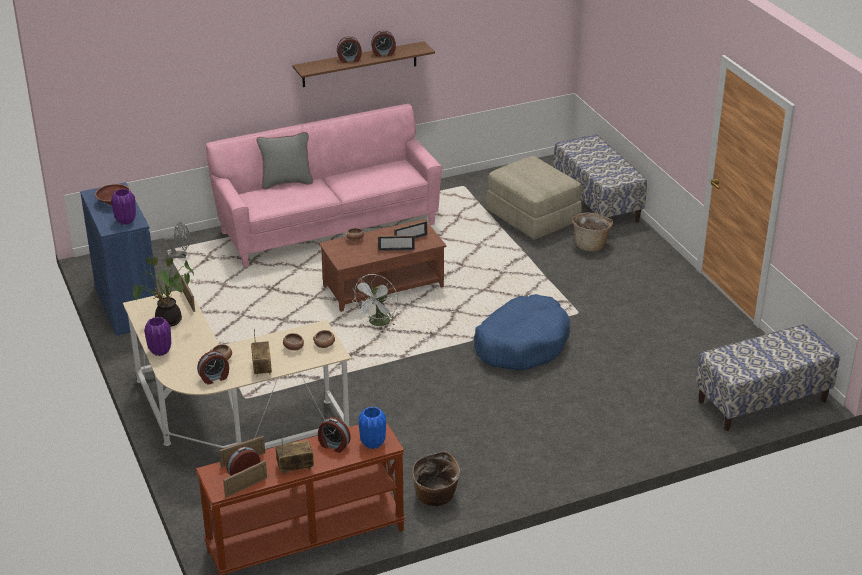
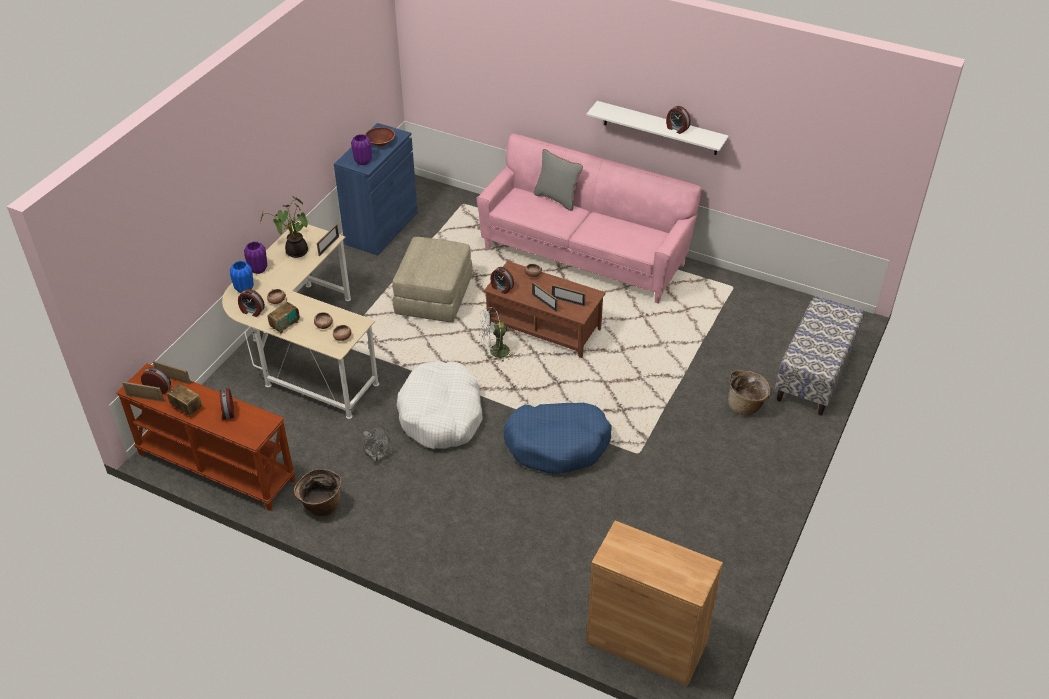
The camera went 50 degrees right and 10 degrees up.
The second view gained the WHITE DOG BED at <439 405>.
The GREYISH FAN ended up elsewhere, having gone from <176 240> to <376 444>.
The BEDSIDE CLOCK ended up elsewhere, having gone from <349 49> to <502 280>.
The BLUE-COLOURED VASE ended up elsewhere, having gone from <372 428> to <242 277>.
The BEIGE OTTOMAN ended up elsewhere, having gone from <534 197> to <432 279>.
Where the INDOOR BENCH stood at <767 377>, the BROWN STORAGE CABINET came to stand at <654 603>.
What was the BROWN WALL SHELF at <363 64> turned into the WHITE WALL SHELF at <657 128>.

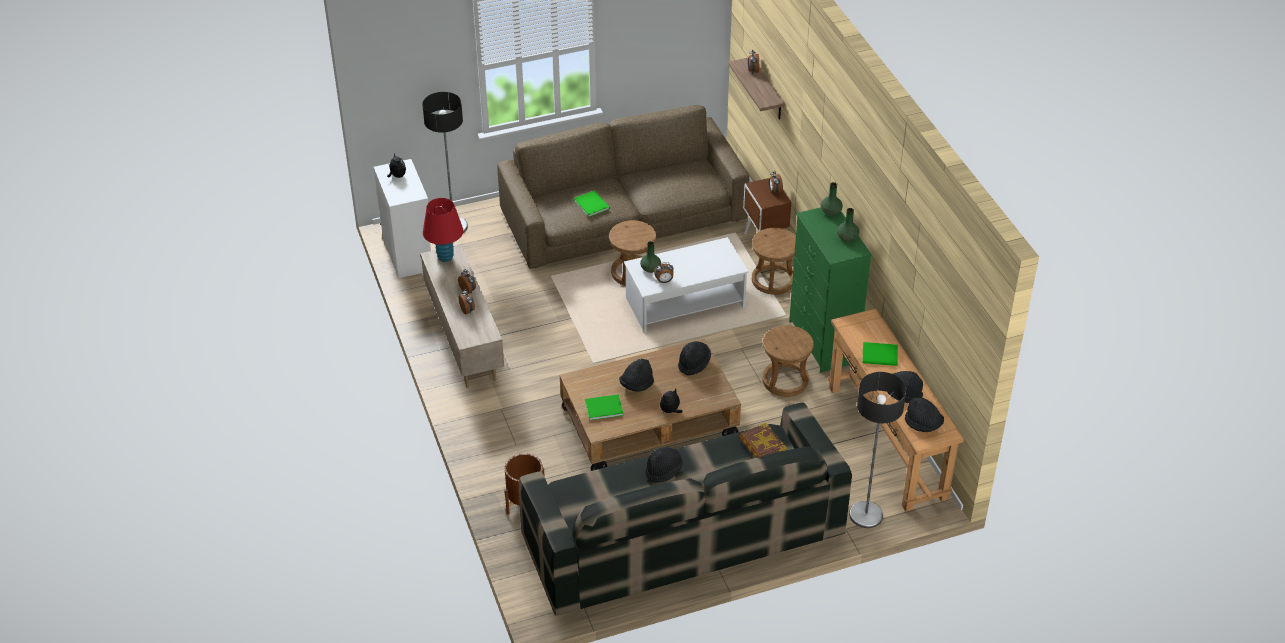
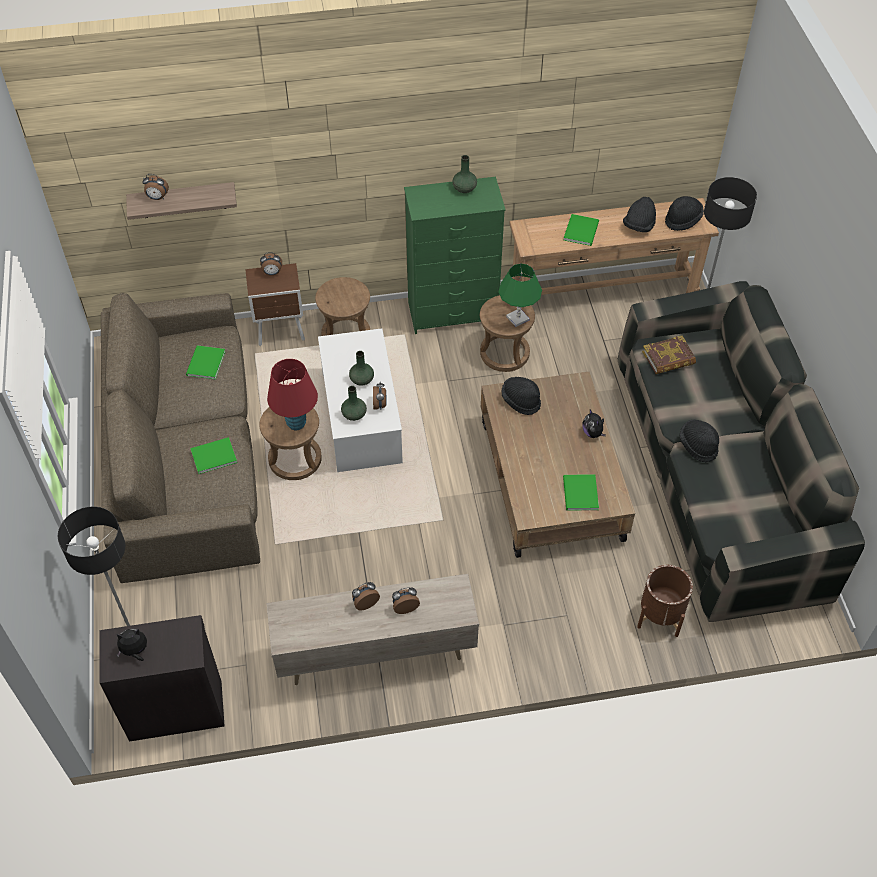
The camera went 80 degrees left and 10 degrees up.
The second view lost the BLACKISH CLOTHING HAT at <636 375>.
The second view gained the GREEN VOLUME at <206 362>.
The second view gained the GREEN LAMP FOR A TABLE at <520 295>.
The RED LAMP FOR A TABLE ended up elsewhere, having gone from <443 230> to <292 394>.
The GREEN VASE ended up elsewhere, having gone from <832 199> to <361 368>.
What was the WHITE STORAGE CABINET at <402 218> turned into the BLACKISH STORAGE CABINET at <162 678>.

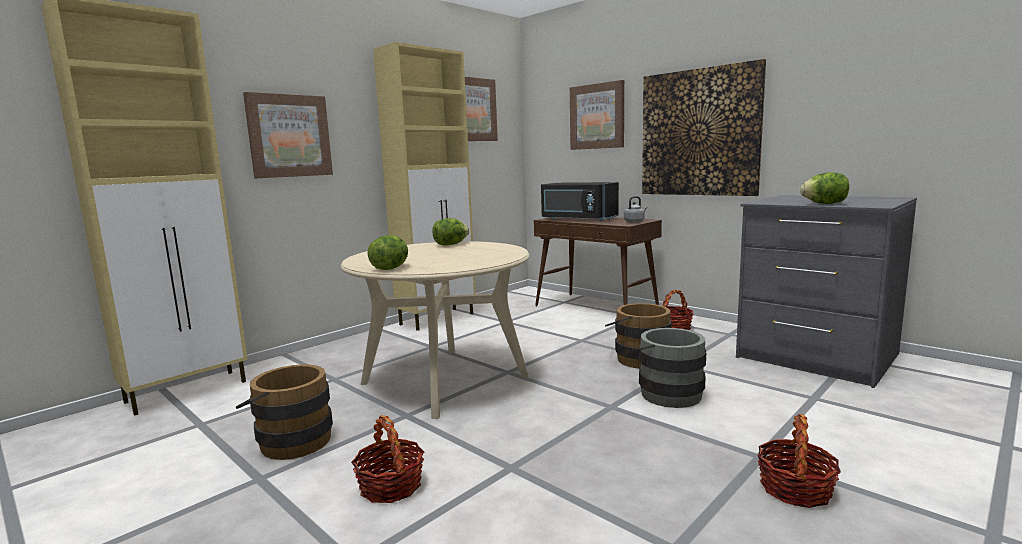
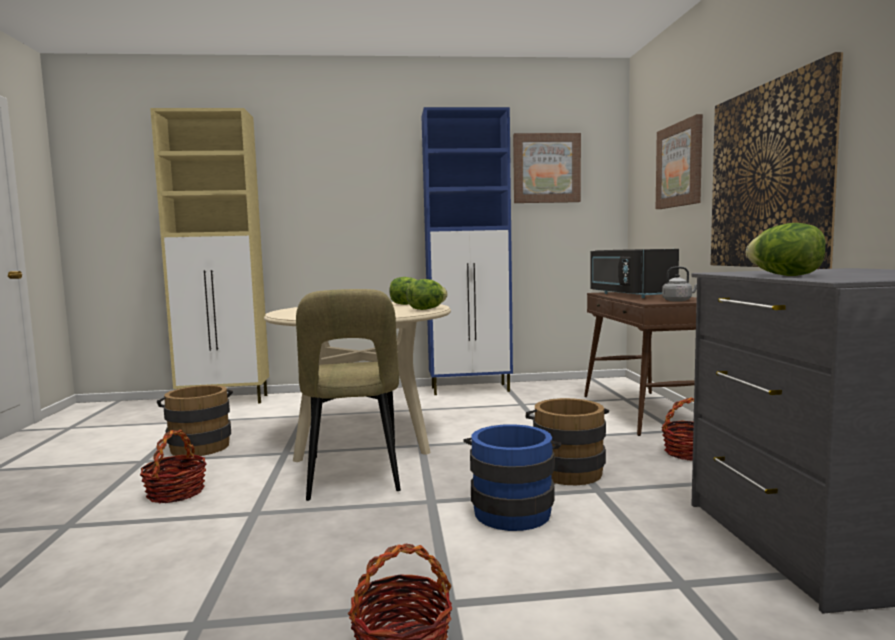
The camera went 40 degrees right and 5 degrees down.
The second view lost the PICTURE at <288 135>.
The second view gained the BEIGE CHAIR at <348 395>.
The HEAD OF LETTUCE ended up elsewhere, having gone from <388 252> to <427 294>.
What was the BEIGE STORAGE CABINET at <424 186> turned into the BLUE-COLOURED STORAGE CABINET at <467 251>.
What was the GREYISH WATER BUCKET at <667 368> turned into the BLUE-COLOURED WATER BUCKET at <512 477>.

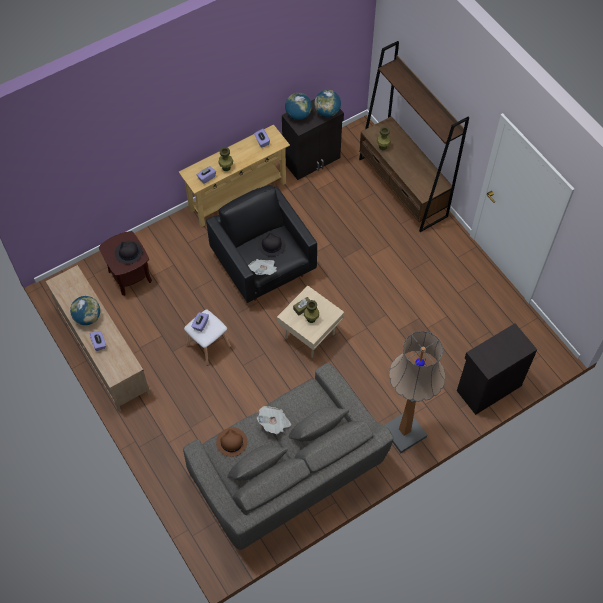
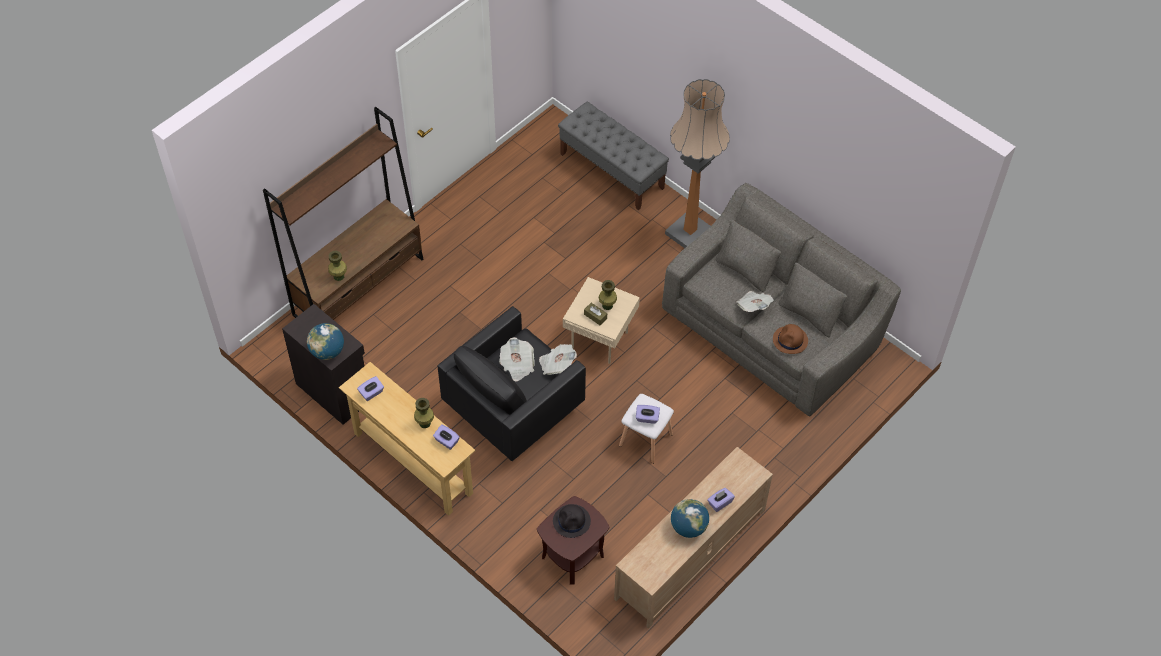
The camera went 105 degrees left and 5 degrees down.
The second view lost the GLOBE at <327 103>.
Where the BLACKISH CLOTHING HAT stood at <272 245>, the NEWSPAPER came to stand at <517 359>.
Where the BLACKISH STORAGE CABINET stood at <497 369>, the GREYISH INDOOR BENCH came to stand at <613 155>.

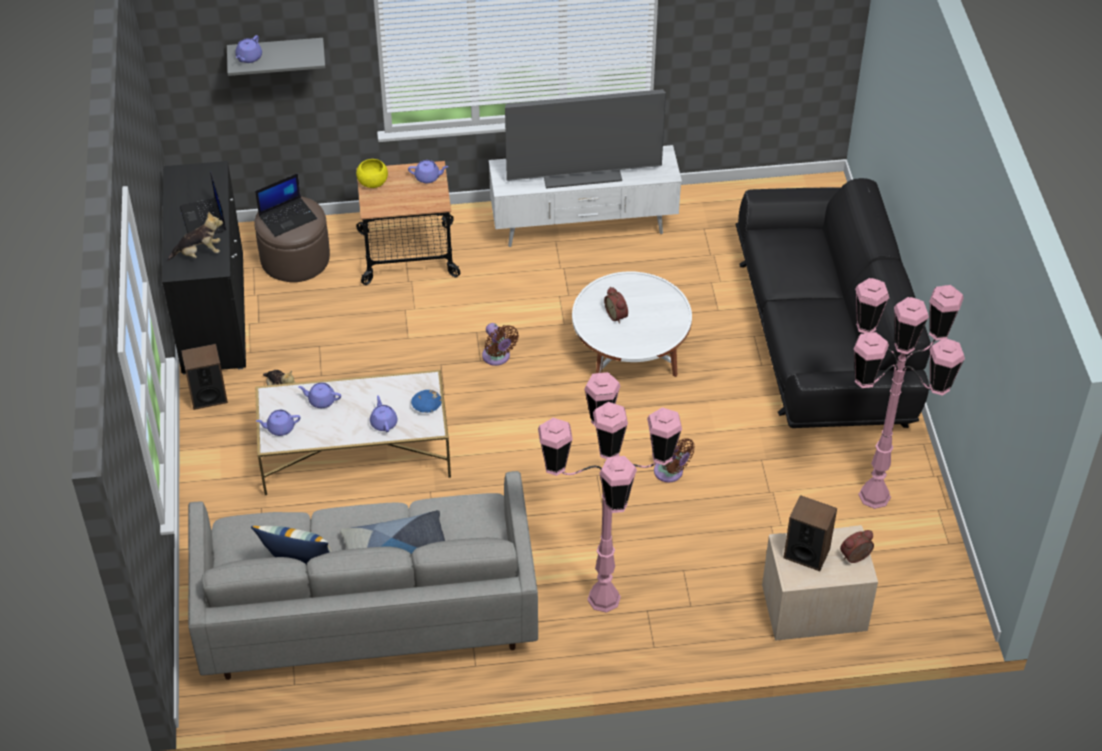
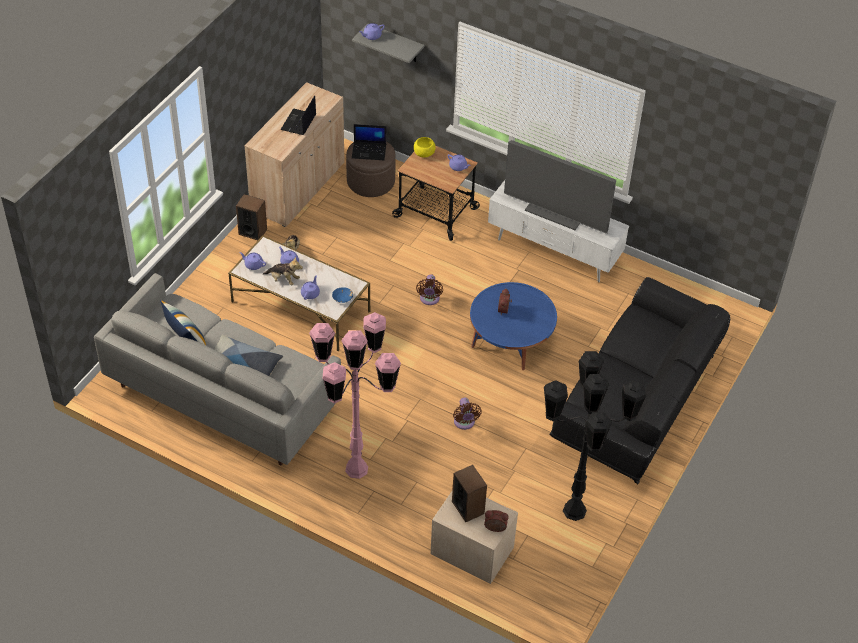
The camera went 35 degrees right and 0 degrees up.
The PLUSH TOY ended up elsewhere, having gone from <195 236> to <283 271>.
What was the BLACKISH STORAGE CABINET at <204 268> turned into the BEIGE STORAGE CABINET at <294 154>.
What was the WHITE LOUNGE TABLE at <632 324> turned into the BLUE-COLOURED LOUNGE TABLE at <513 326>.
What was the PINK-COLOURED STANDING LAMP at <909 393> turned into the BLACKISH STANDING LAMP at <595 436>.

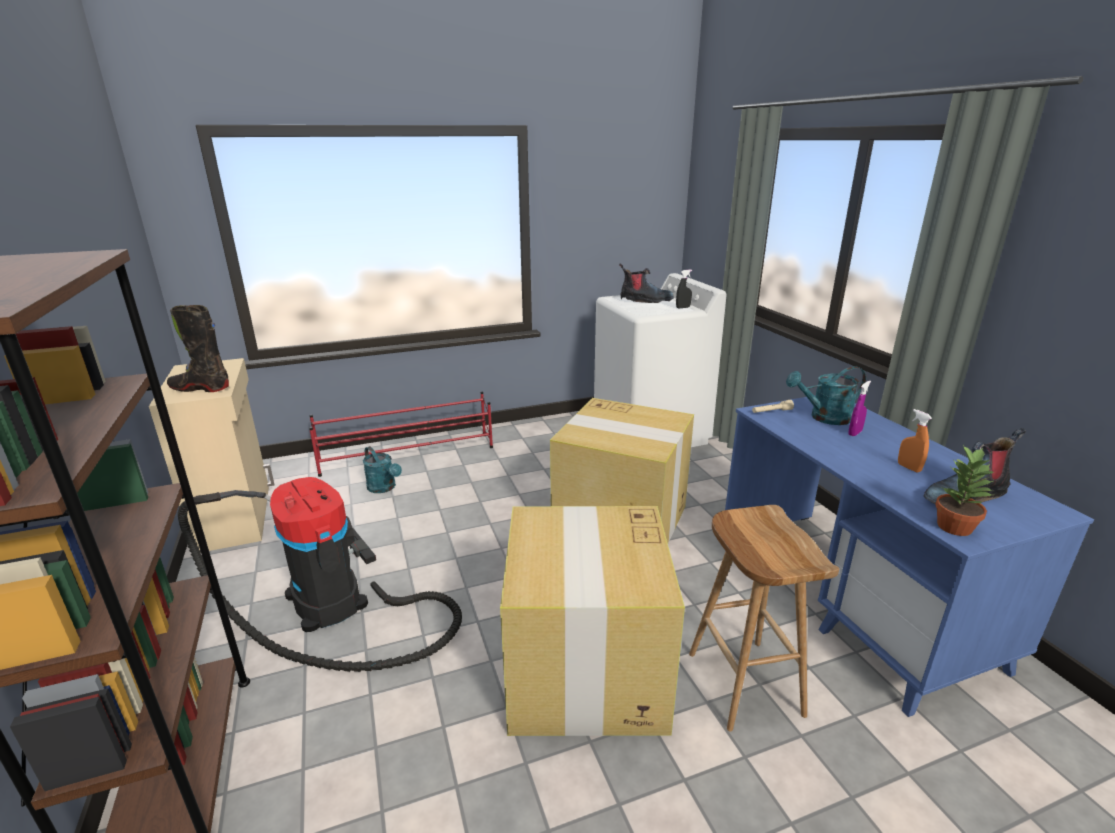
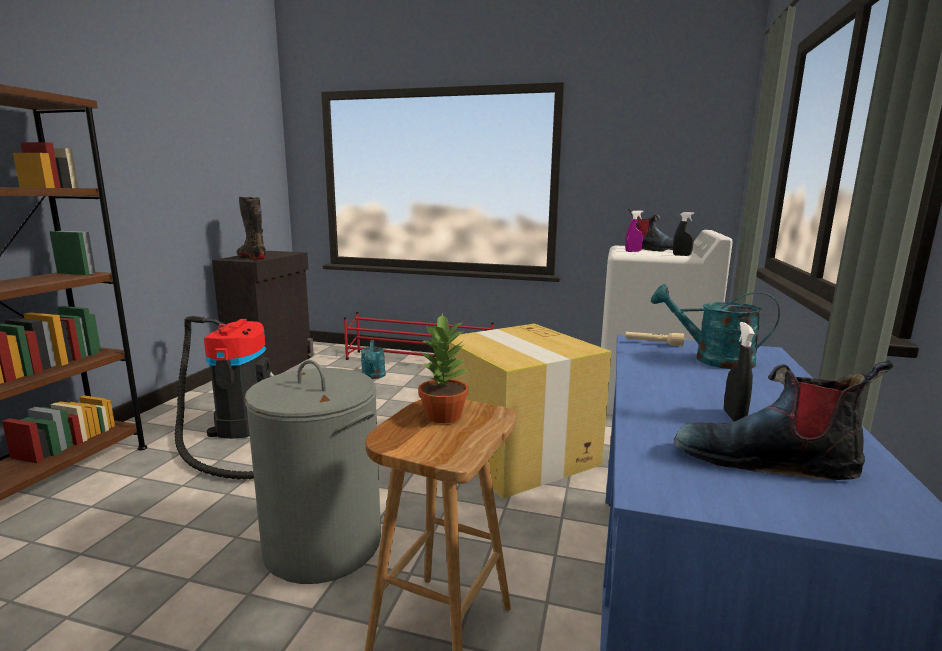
The camera went 35 degrees right and 10 degrees down.
The PURPLE SPRAY BOTTLE ended up elsewhere, having gone from <859 408> to <634 231>.
The HOUSEPLANT ended up elsewhere, having gone from <965 490> to <444 368>.
Where the PACKING BOX stood at <592 621>, the GREYISH WASHING BASKET came to stand at <312 472>.
What was the BEIGE STORAGE CABINET at <211 454> turned into the BLACKISH STORAGE CABINET at <263 314>.
What was the ORANGEY SPRAY BOTTLE at <915 441> turned into the BLACKISH SPRAY BOTTLE at <739 371>.

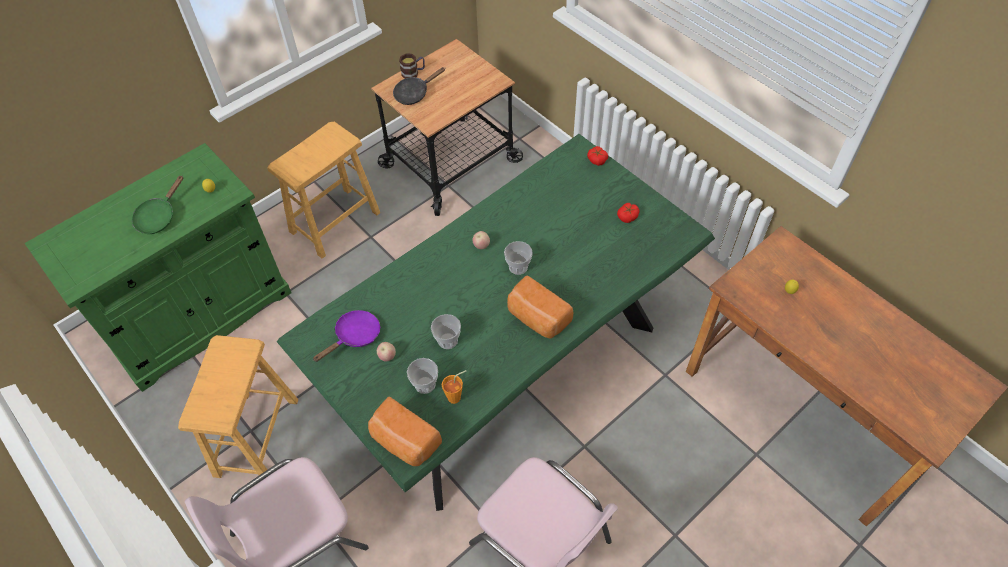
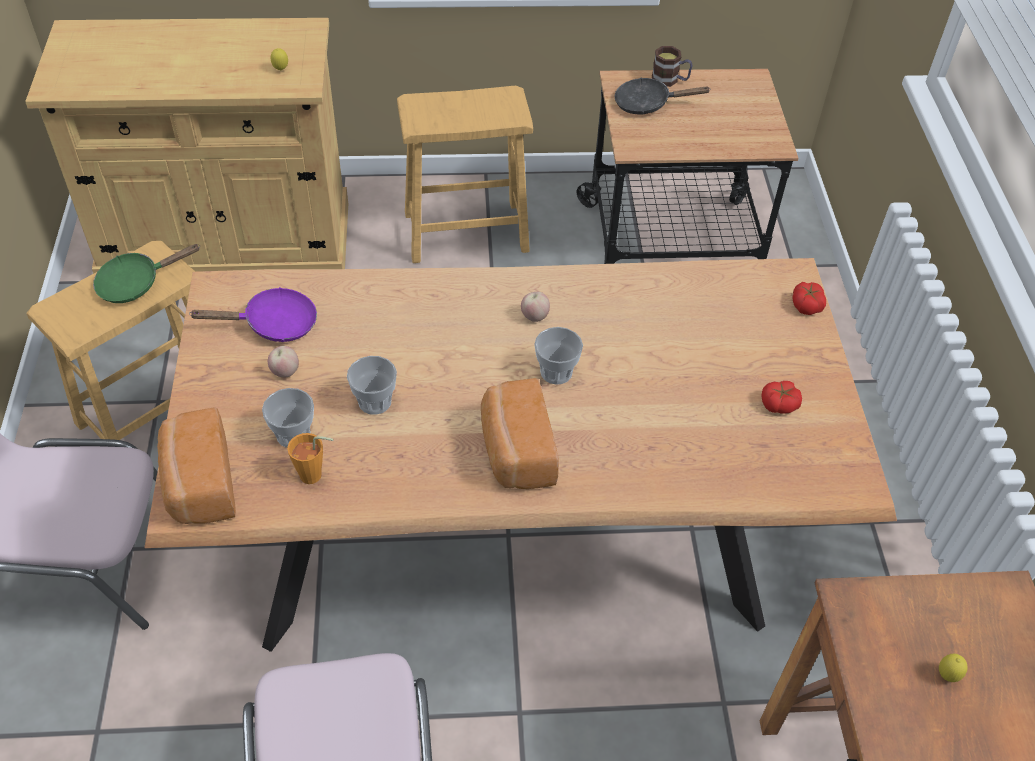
The camera went 35 degrees right and 5 degrees down.
The GREEN FRYING PAN ended up elsewhere, having gone from <158 205> to <146 273>.
What was the GREEN STORAGE CABINET at <157 267> turned into the BEIGE STORAGE CABINET at <186 146>.
What was the GREEN DINNER TABLE at <496 322> turned into the BROWN DINNER TABLE at <520 455>.

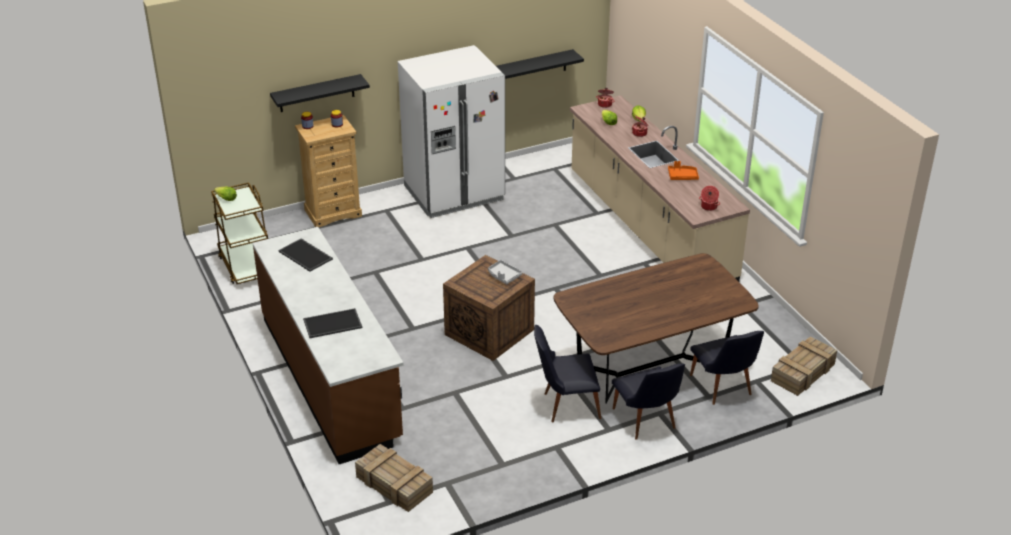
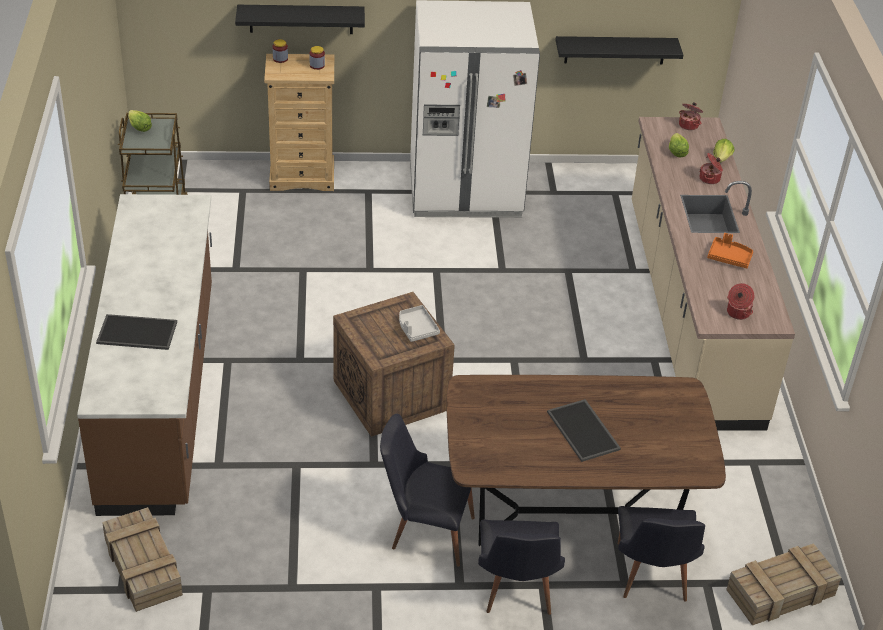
The camera went 20 degrees right and 5 degrees up.
The TRAY ended up elsewhere, having gone from <305 255> to <584 430>.

